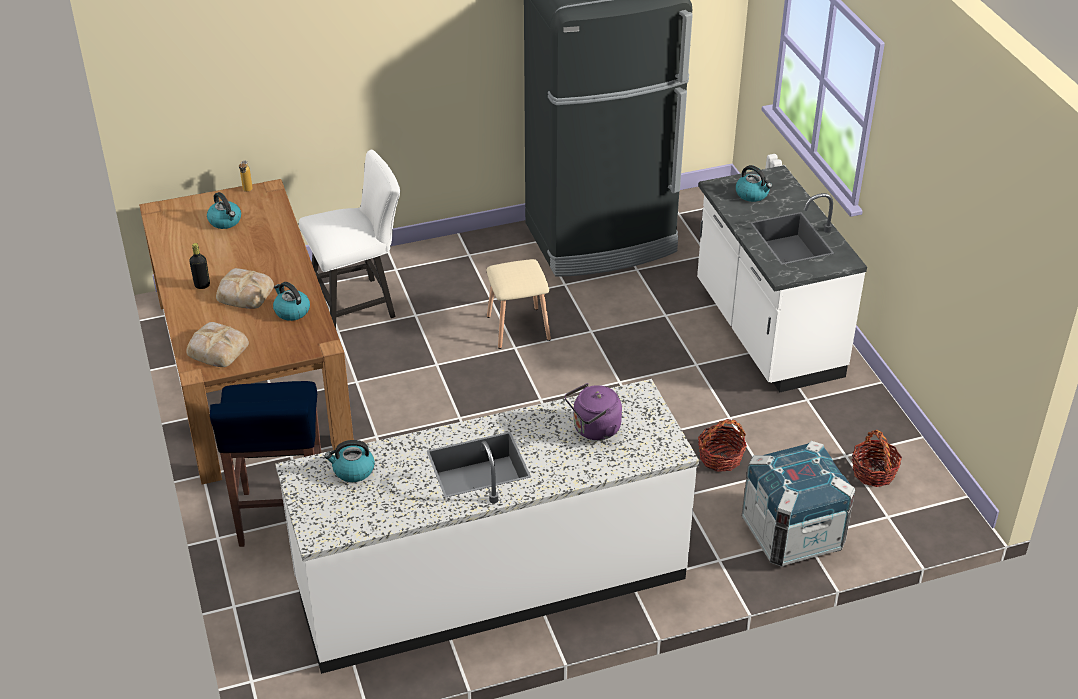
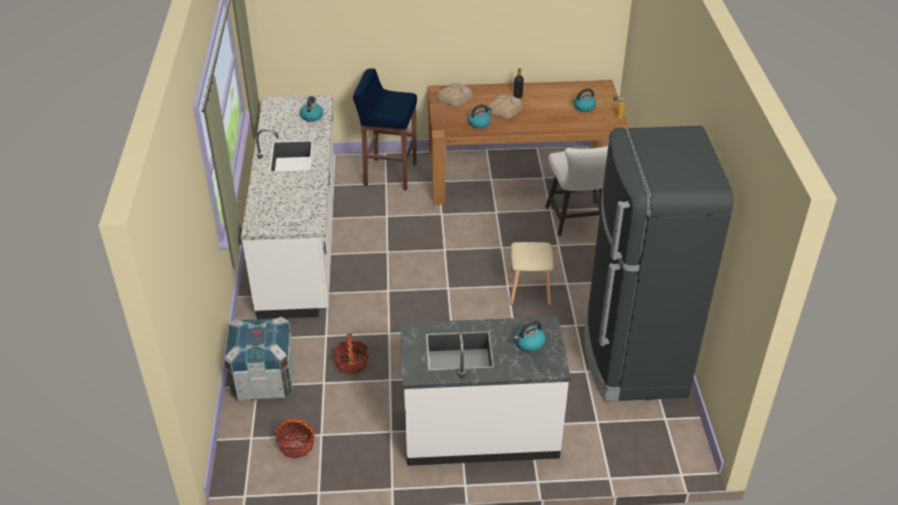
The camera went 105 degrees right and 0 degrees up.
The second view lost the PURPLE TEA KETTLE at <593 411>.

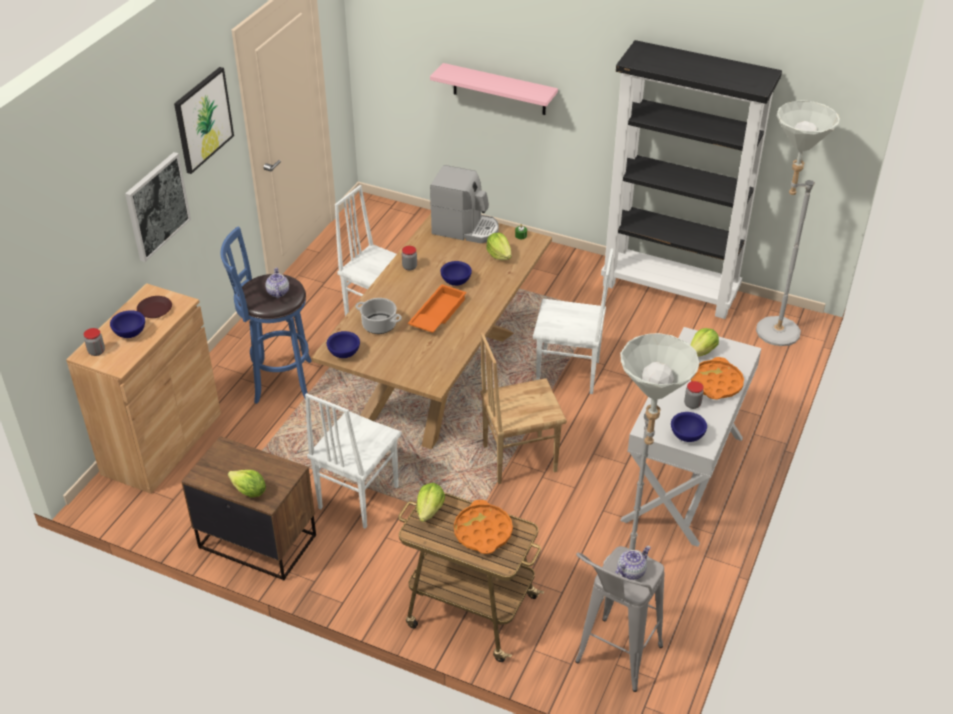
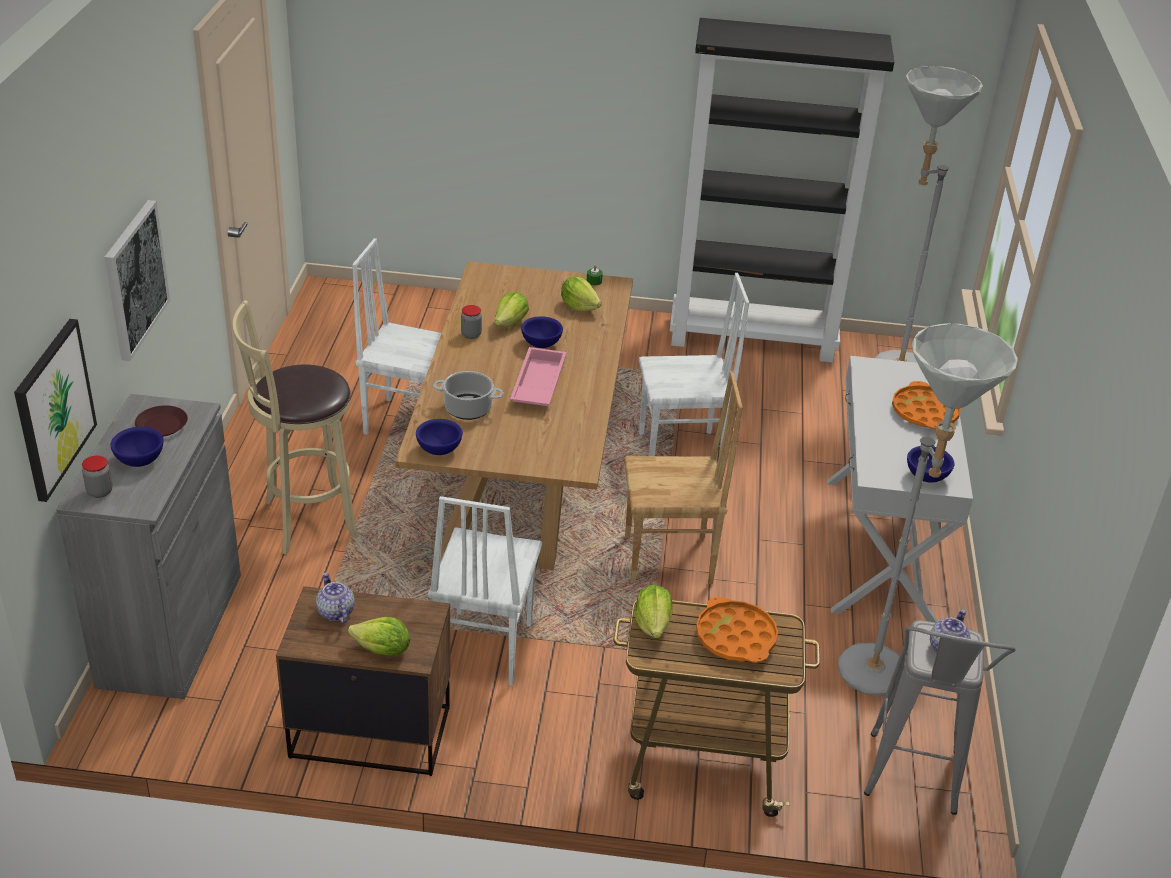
The camera went 20 degrees left and 5 degrees down.
The second view lost the PINK-COLOURED WALL SHELF at <494 89>.
The second view lost the COFFEE BREWER at <464 204>.
The second view lost the JAR at <694 395>.
The PICTURE ended up elsewhere, having gone from <204 120> to <55 410>.
The POT FOR TEA ended up elsewhere, having gone from <277 282> to <335 598>.
The HEAD OF LETTUCE ended up elsewhere, having gone from <705 342> to <512 310>.
What was the BROWN STORAGE CABINET at <143 388> turned into the GREYISH STORAGE CABINET at <148 546>.
What was the BLUE-COLOURED STOOL at <266 315> turned into the BEIGE STOOL at <295 427>.
What was the ORANGEY TRAY at <437 308> turned into the PINK-COLOURED TRAY at <538 376>.
The BROWN CHAIR at <524 408> ended up facing another way, 150 degrees counterclockwise from before.

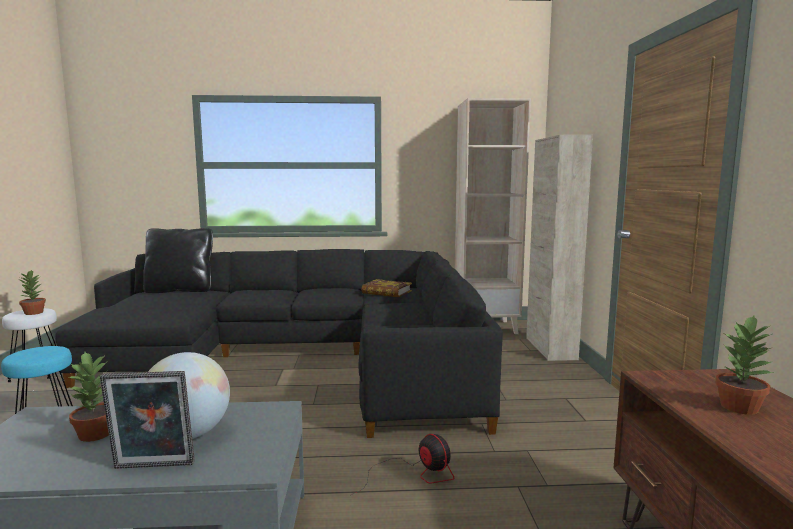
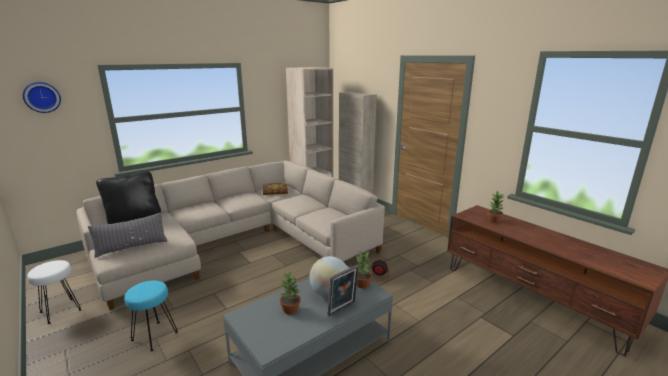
The camera went 35 degrees left and 10 degrees up.
The second view gained the HANGING CLOCK at <42 97>.
The second view gained the GREYISH PILLOW at <127 235>.
The HOUSEPLANT ended up elsewhere, having gone from <32 292> to <363 269>.
What was the BLACKISH SETTEE at <278 343> turned into the BEIGE SETTEE at <231 235>.

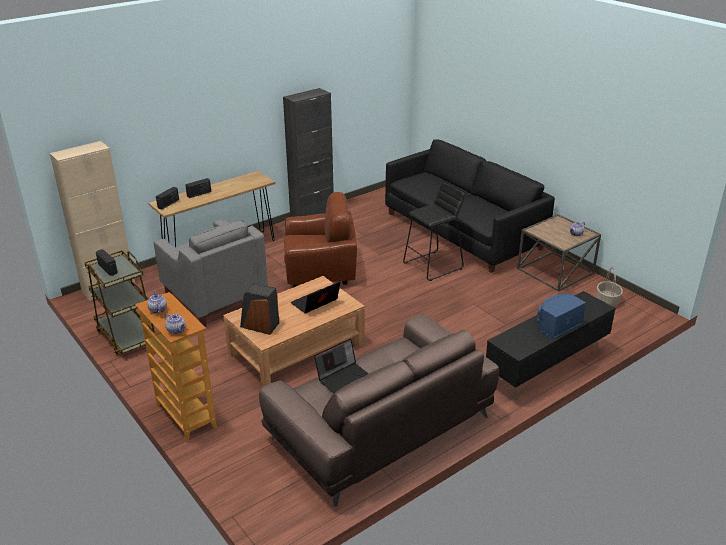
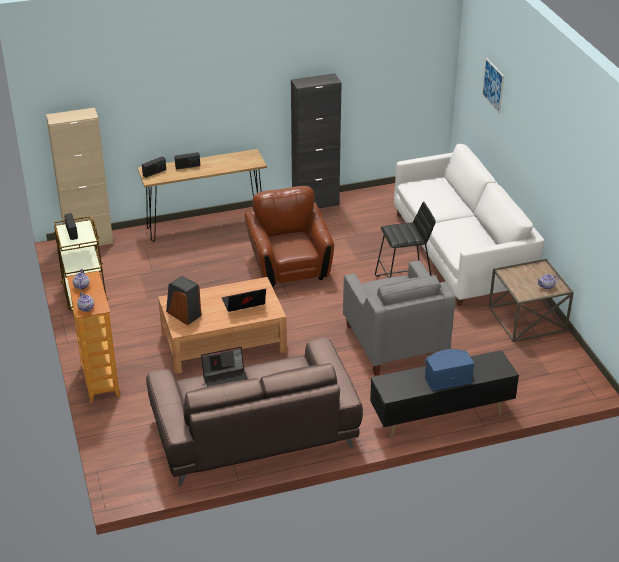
The camera went 20 degrees right and 5 degrees up.
The second view lost the BASKET at <609 286>.
The second view gained the PICTURE at <493 86>.
The GREYISH EASY CHAIR ended up elsewhere, having gone from <210 273> to <399 318>.
What was the BLACKISH SETTEE at <470 206> turned into the WHITE SETTEE at <469 225>.
The BROWN EASY CHAIR at <320 239> ended up facing another way, 120 degrees counterclockwise from before.

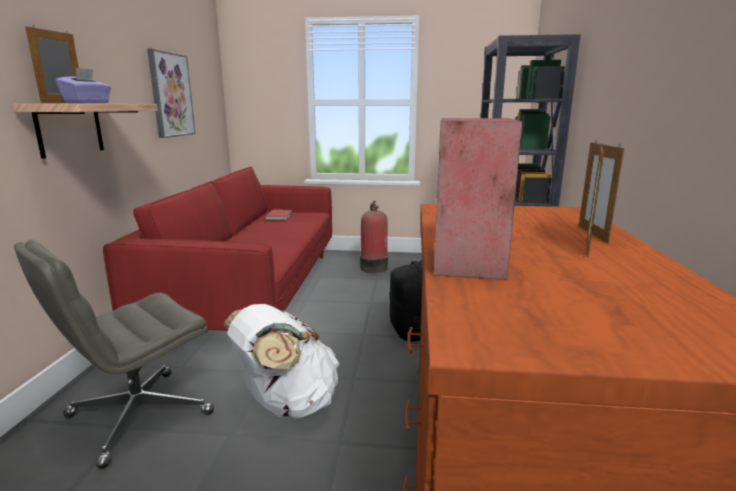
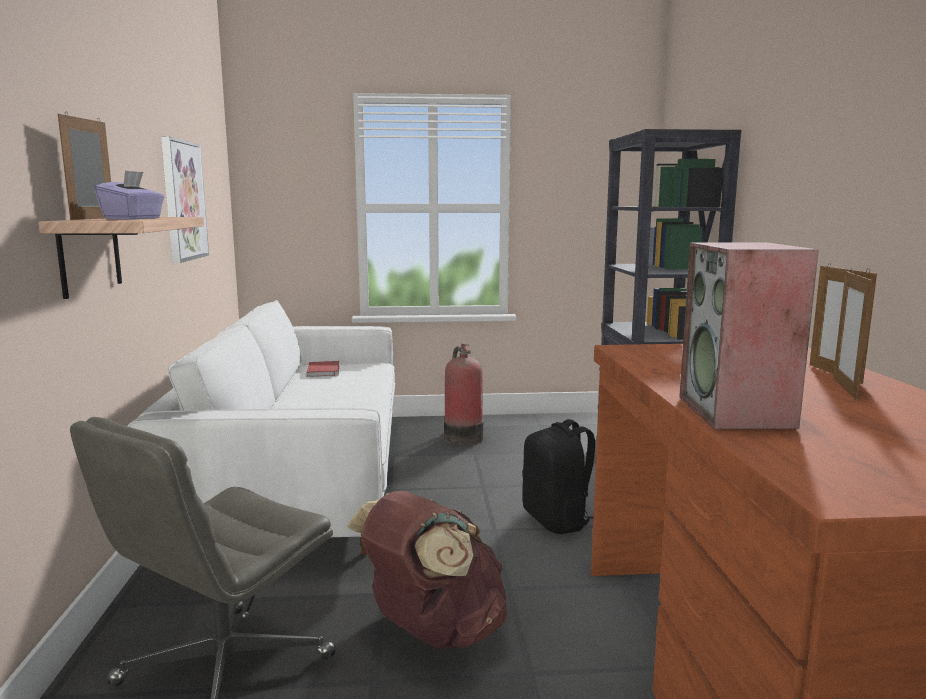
The camera went 10 degrees left and 5 degrees down.
What was the RED SETTEE at <217 249> turned into the WHITE SETTEE at <261 427>.
What was the WHITE BACKPACK at <282 361> turned into the BROWN BACKPACK at <427 570>.

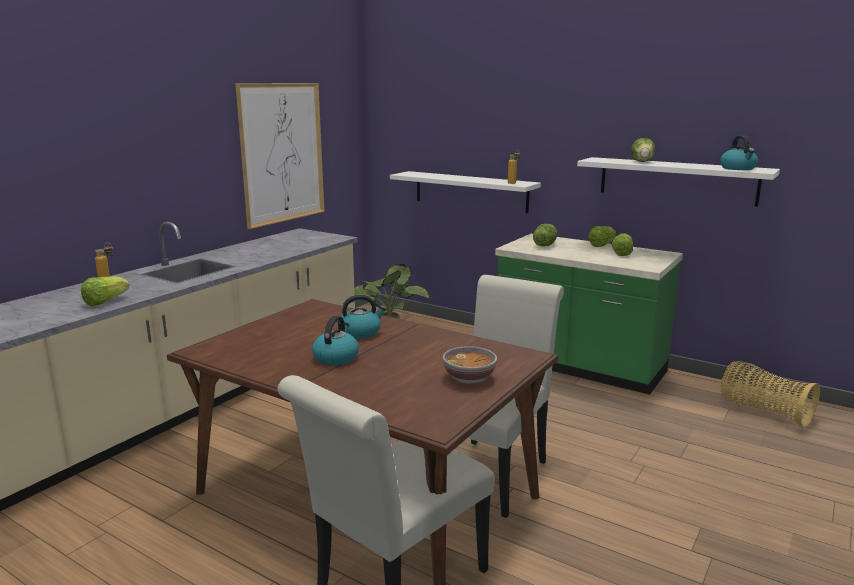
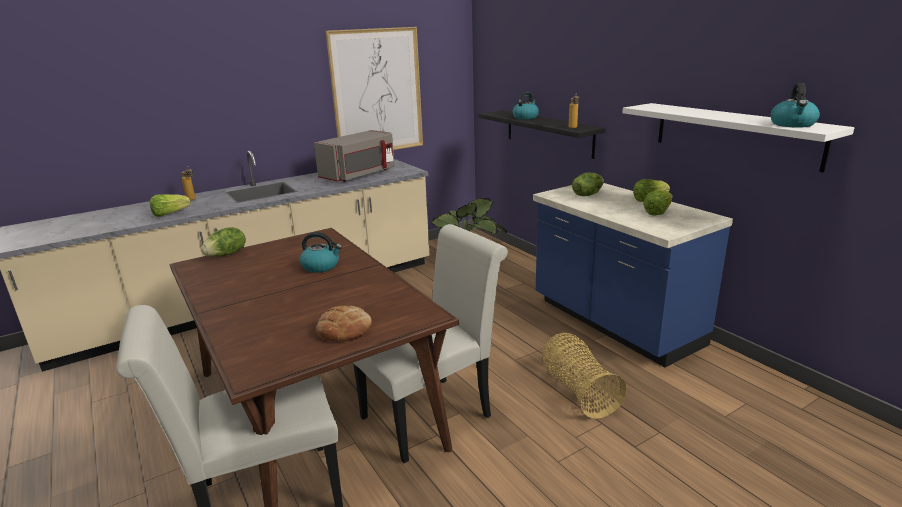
The camera went 25 degrees right and 5 degrees up.
The second view gained the GREYISH KITCHEN MICROWAVE at <354 156>.
The TEA KETTLE ended up elsewhere, having gone from <335 340> to <525 105>.
The HEAD OF LETTUCE ended up elsewhere, having gone from <643 150> to <223 242>.
The BASKET ended up elsewhere, having gone from <770 394> to <584 376>.
Where the BOWL stood at <470 365>, the BAKED BREAD came to stand at <344 323>.
What was the WHITE WALL SHELF at <465 192> turned into the BLACKISH WALL SHELF at <542 134>.
What was the GREEN KITCHEN COUNTER at <589 314> turned into the BLUE-COLOURED KITCHEN COUNTER at <633 275>.

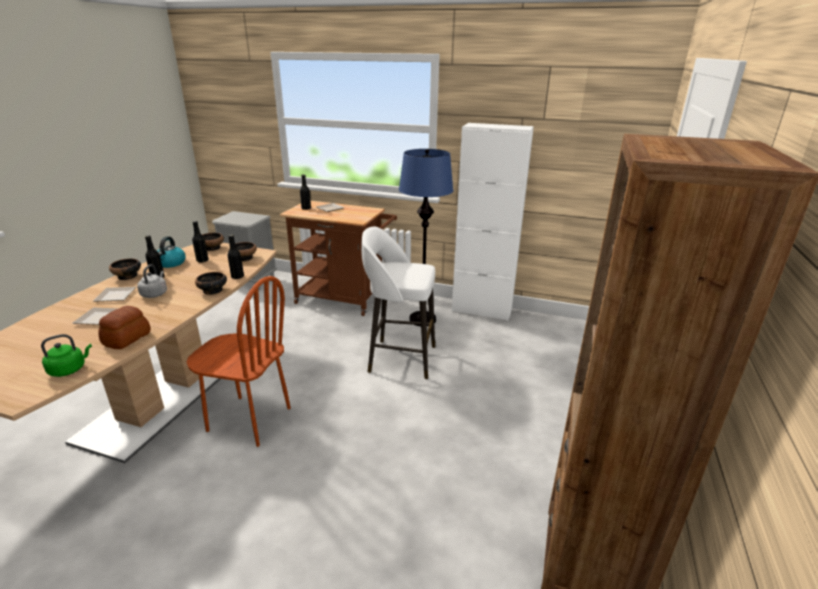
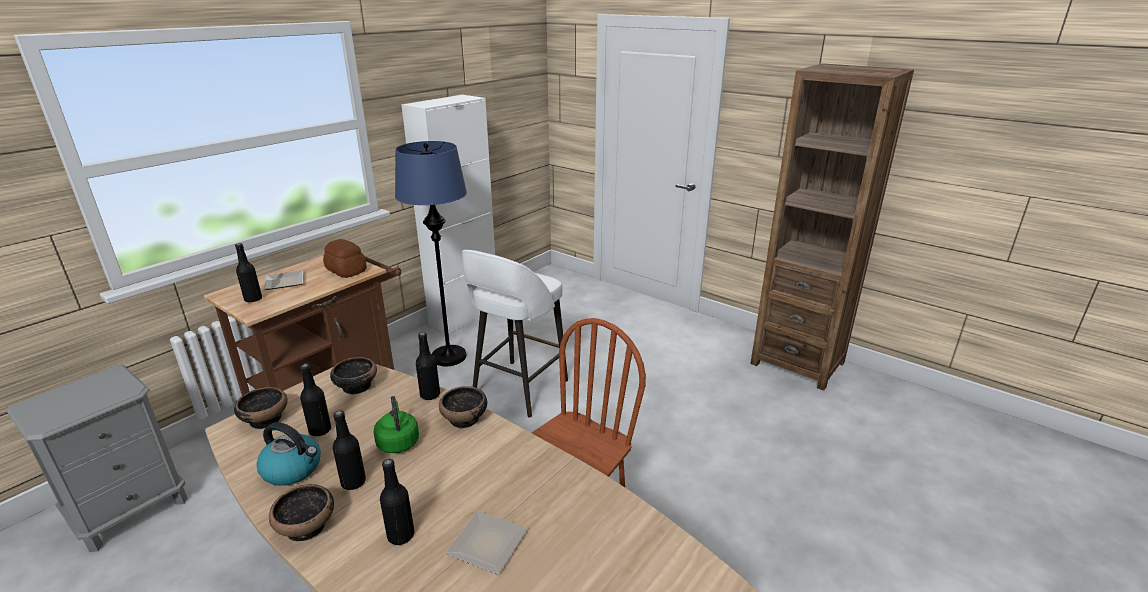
The camera went 70 degrees left and 0 degrees up.
The second view lost the GREYISH TEA KETTLE at <152 281>.
The GREEN TEA KETTLE ended up elsewhere, having gone from <66 355> to <396 424>.
The BAKED BREAD ended up elsewhere, having gone from <124 327> to <345 258>.
Where the DINNER PLATE stood at <114 294>, the BLACKISH DRINK BOTTLE came to stand at <397 502>.

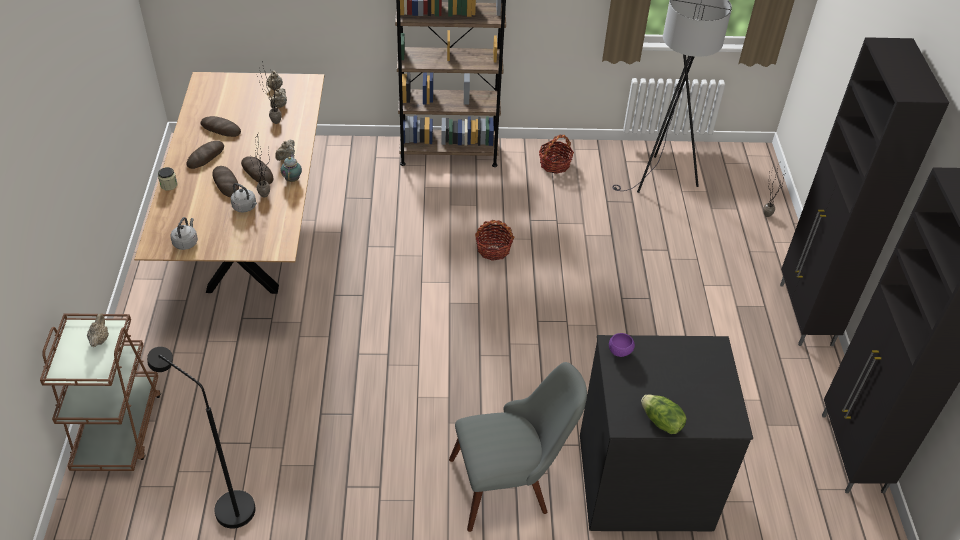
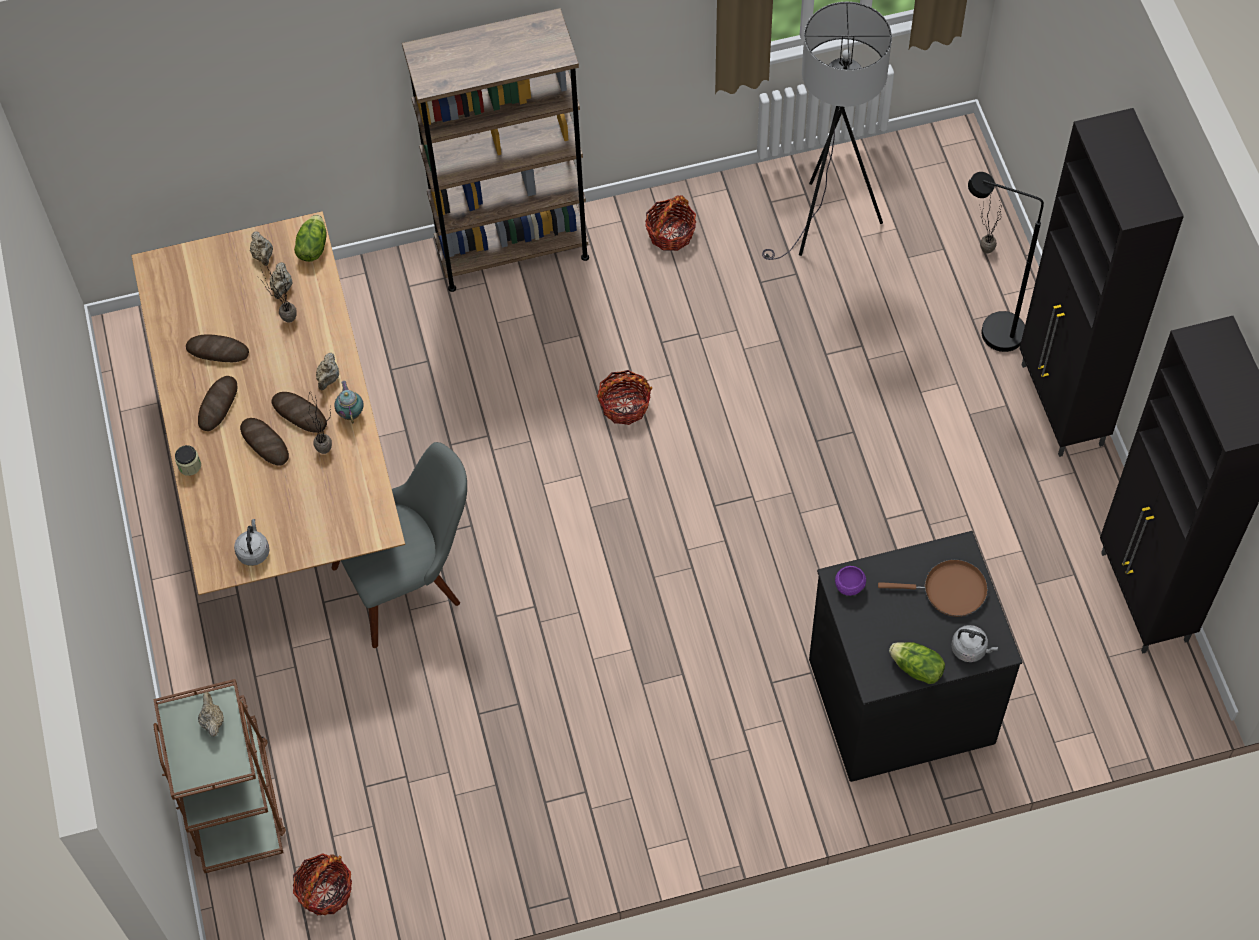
The camera went 10 degrees left and 15 degrees up.
The second view gained the BASKET at <322 884>.
The second view gained the HEAD OF LETTUCE at <310 238>.
The second view gained the BROWN FRYING PAN at <933 588>.
The BLACKISH STANDING LAMP ended up elsewhere, having gone from <201 438> to <1006 262>.
The GREYISH TEA KETTLE ended up elsewhere, having gone from <244 197> to <974 643>.
The GREYISH CHAIR ended up elsewhere, having gone from <518 447> to <399 545>.

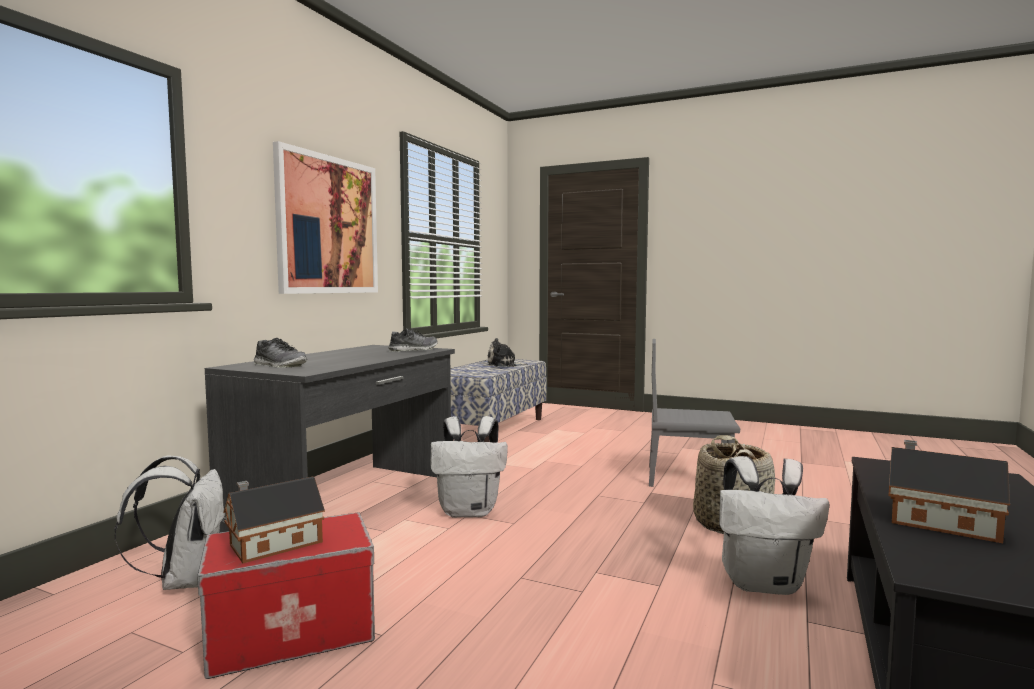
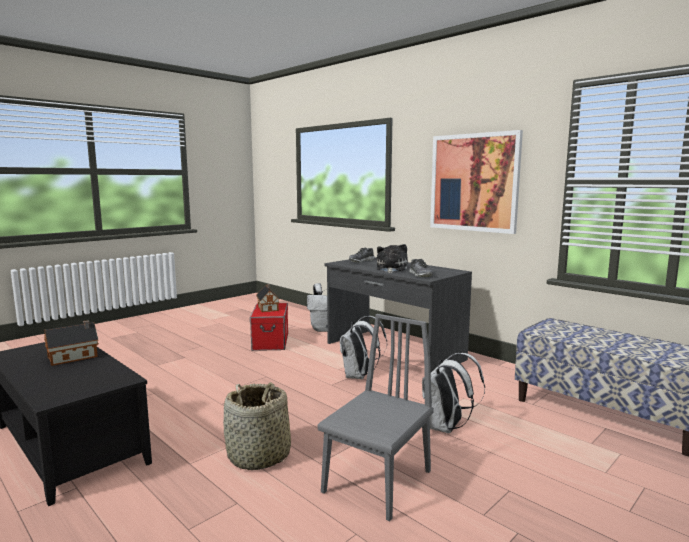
The camera went 110 degrees right and 5 degrees up.
The PLUSH TOY ended up elsewhere, having gone from <507 352> to <392 258>.
The WHITE BACKPACK ended up elsewhere, having gone from <774 525> to <453 393>.

